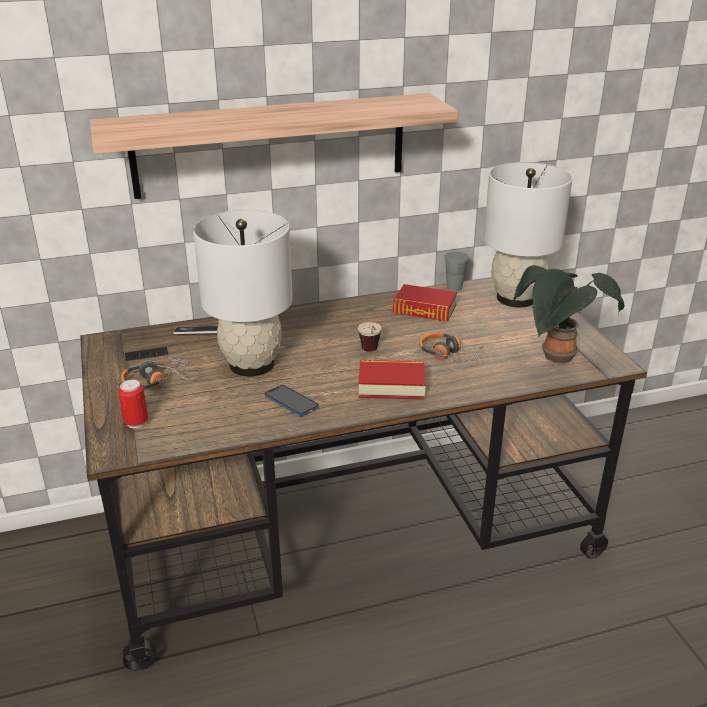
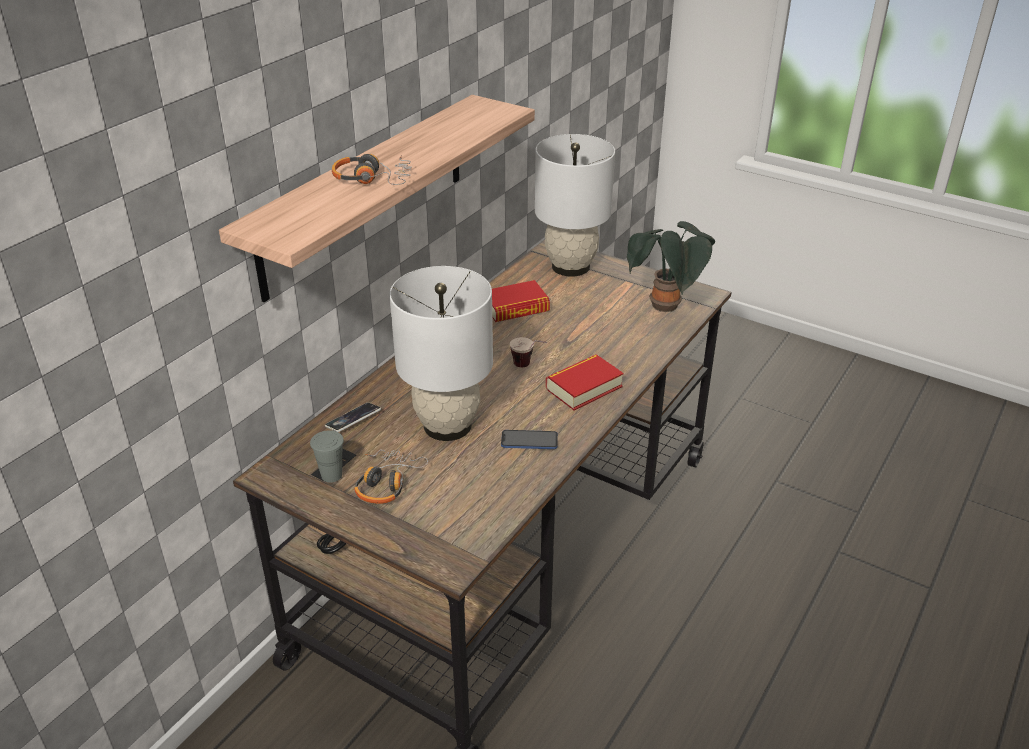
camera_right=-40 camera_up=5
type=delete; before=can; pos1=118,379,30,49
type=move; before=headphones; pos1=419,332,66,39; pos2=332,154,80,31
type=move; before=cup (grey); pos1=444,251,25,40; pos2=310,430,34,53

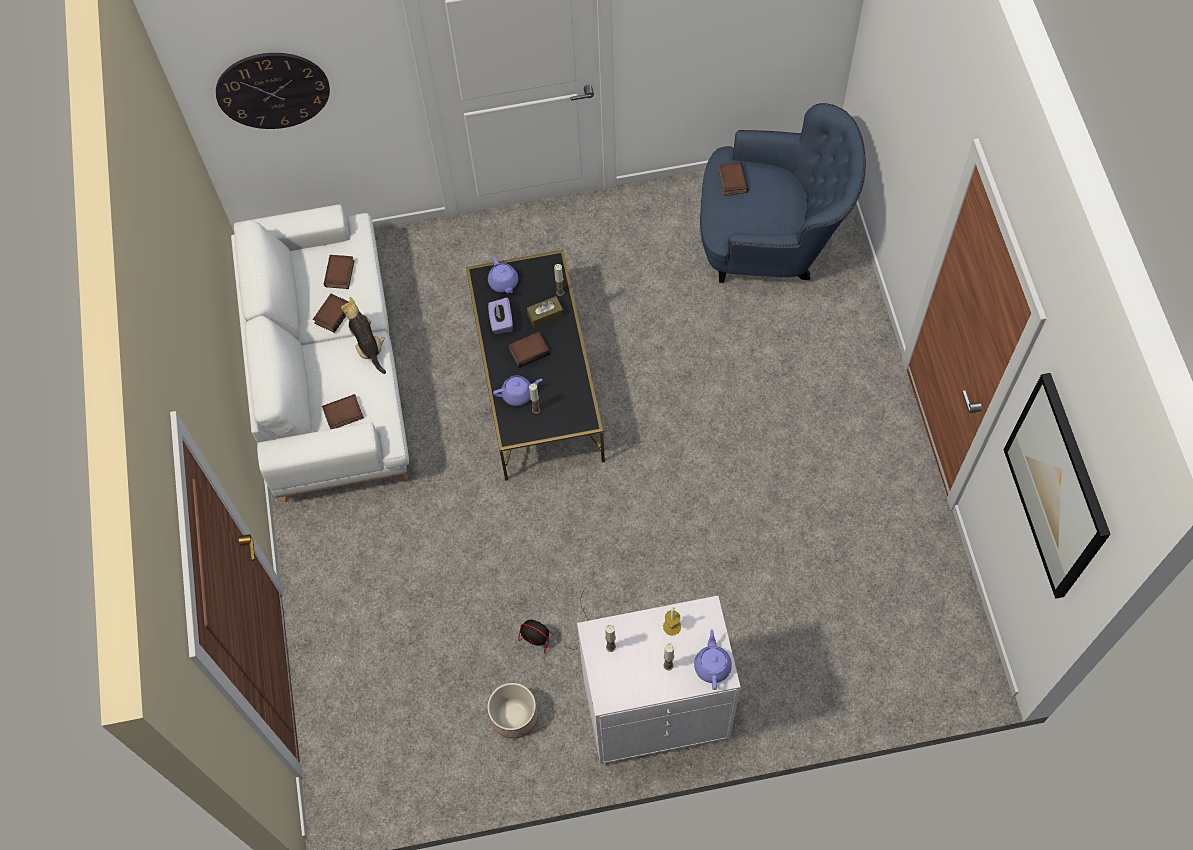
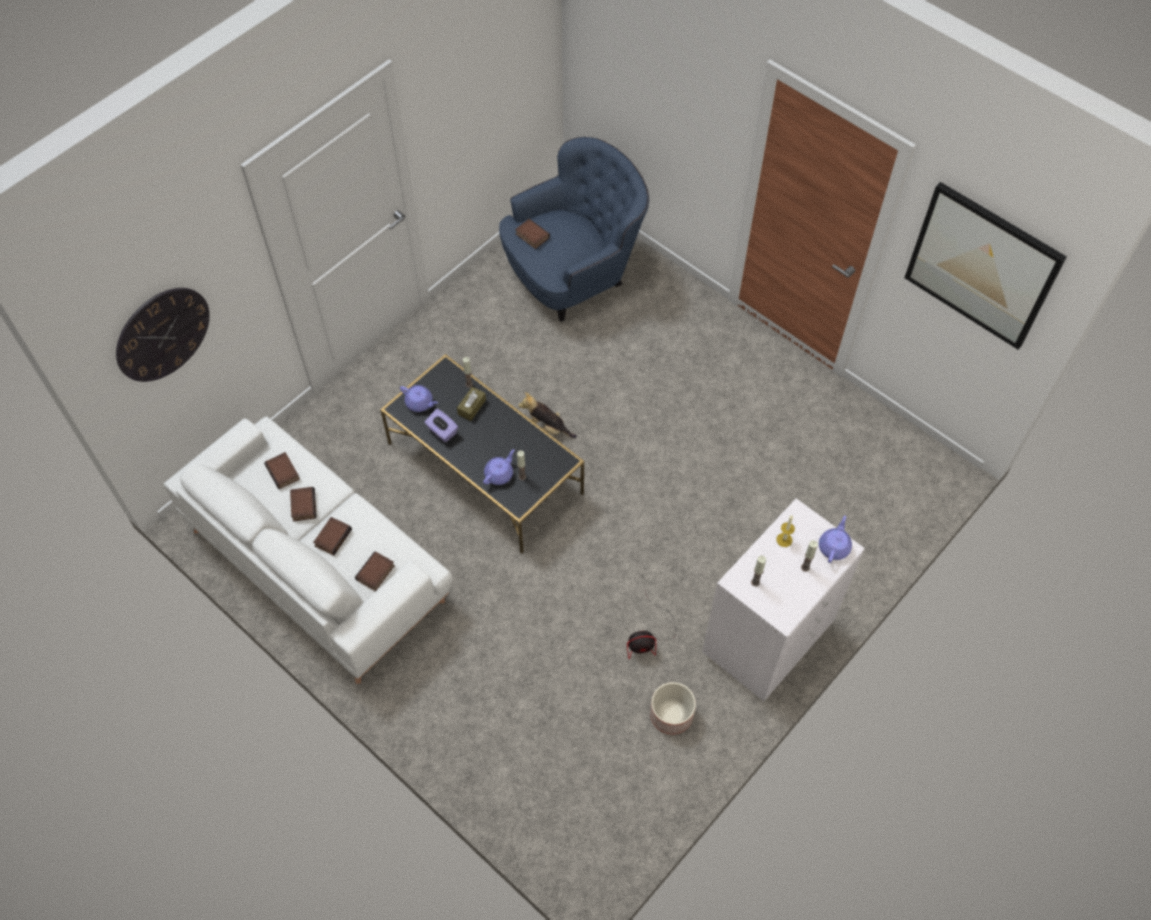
camera_right=-40 camera_up=-5
type=move; before=plush toy; pos1=341,297,45,77; pos2=518,392,59,46
type=move; before=book; pos1=508,332,42,36; pos2=313,517,39,38
type=rotate; before=teapot (purple); pos1=694,629,38,61; pos2=819,516,33,47; turn=60

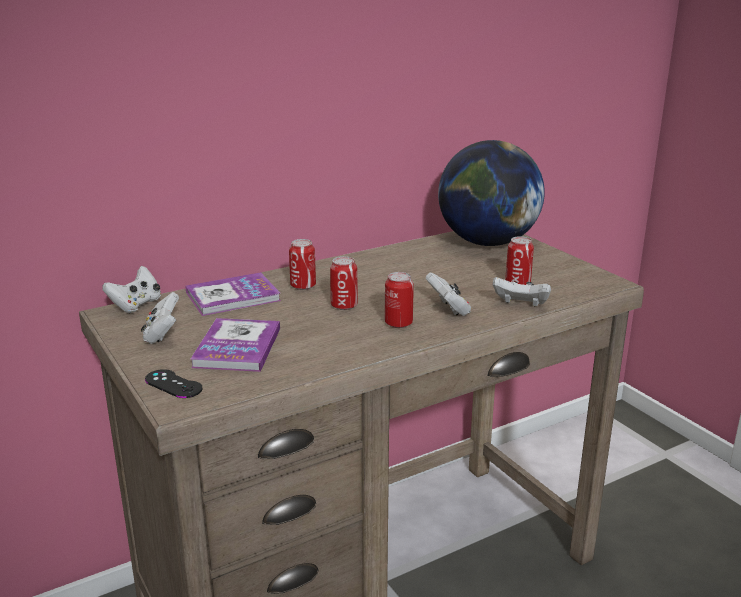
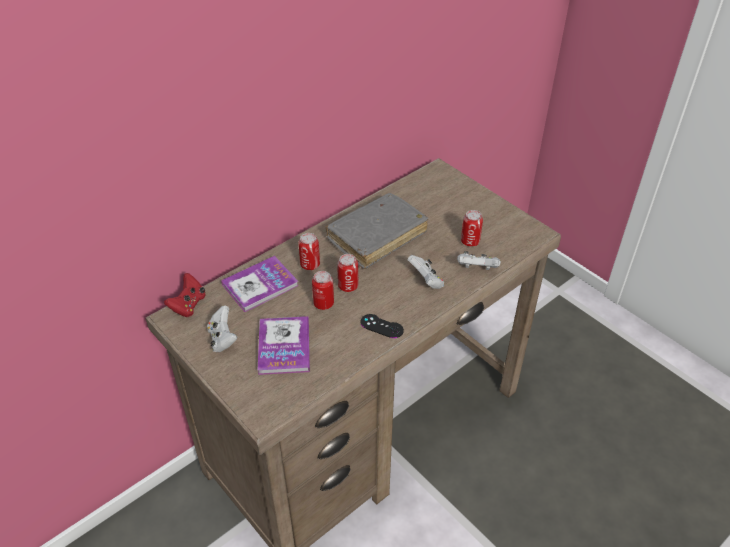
camera_right=-10 camera_up=20
type=recolor; before=game controller (white); after=game controller (red); pos1=102,266,59,47; pos2=164,273,42,44
type=move; before=game controller (black); pos1=145,369,58,29; pos2=360,314,44,24
type=move; before=can; pos1=385,272,29,56; pos2=312,271,22,39
type=delete; before=globe; pos1=438,140,107,106
type=insert; after=book (grey); pos2=326,193,102,76

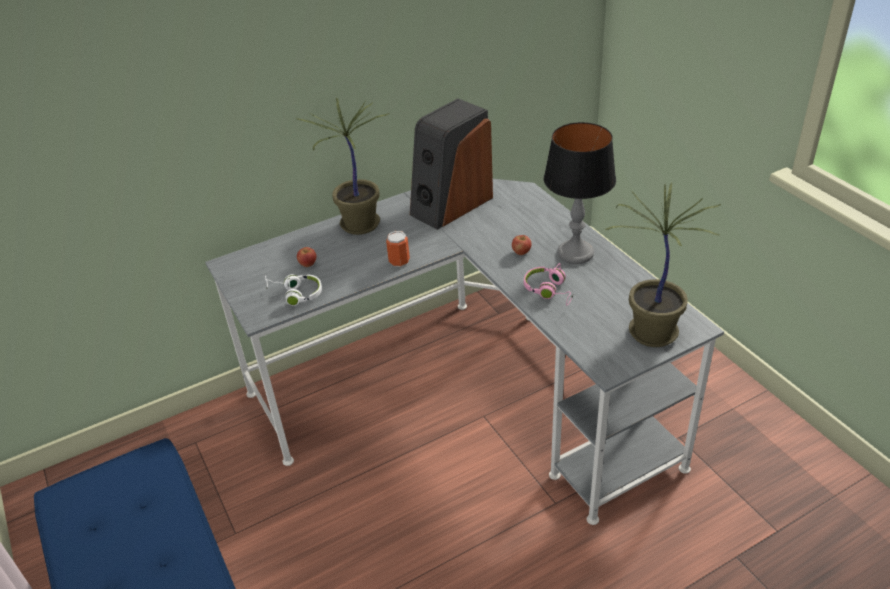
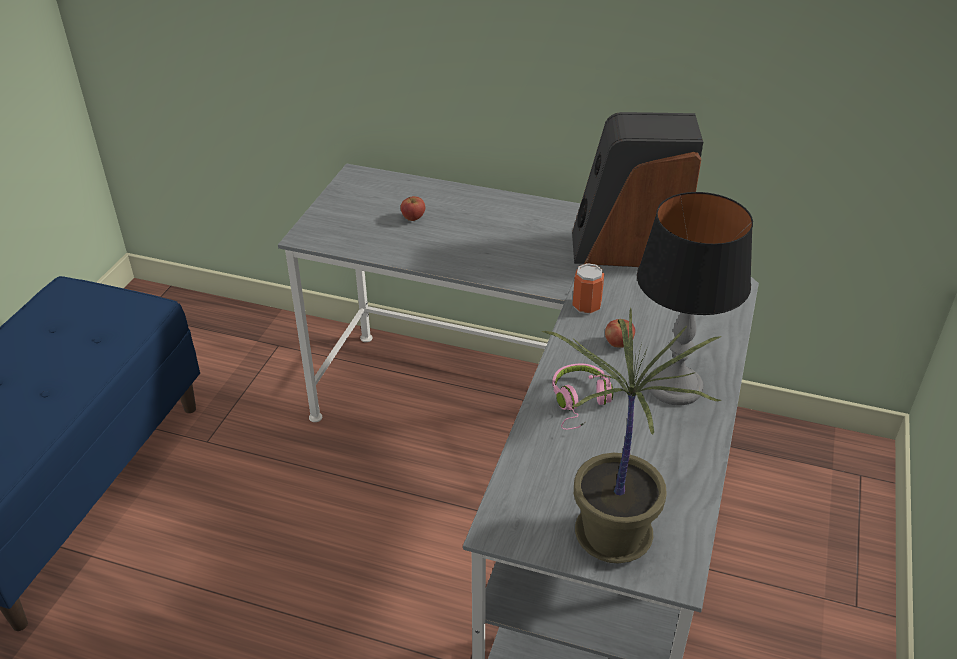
camera_right=45 camera_up=0
type=delete; before=headphones (white); pos1=265,274,57,32
type=delete; before=potted plant; pos1=295,98,95,137
type=move; before=can; pos1=386,231,24,36; pos2=572,263,32,51

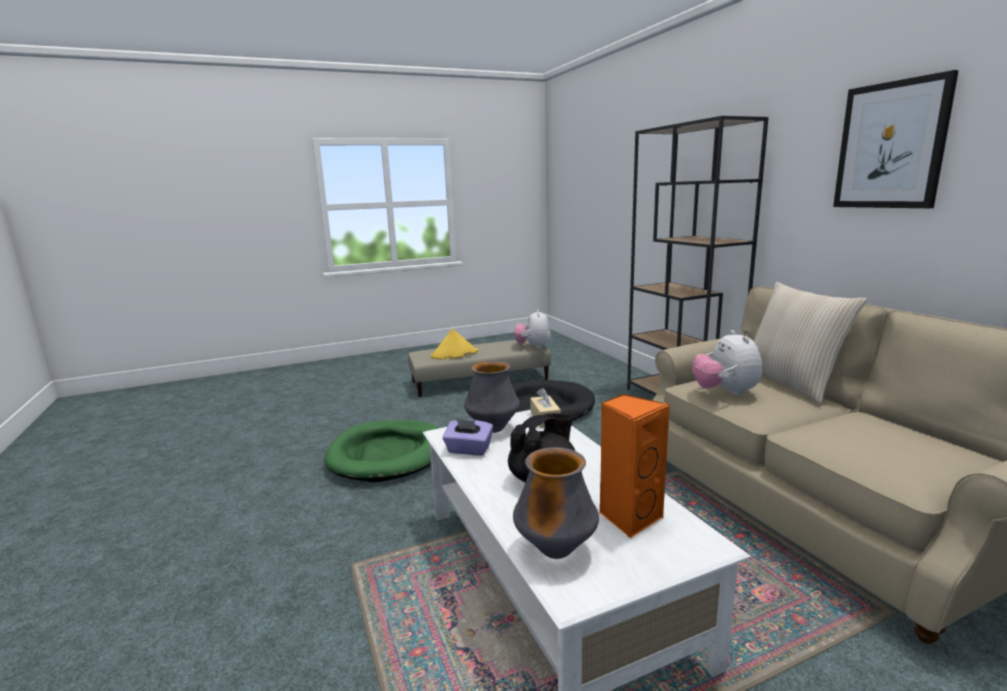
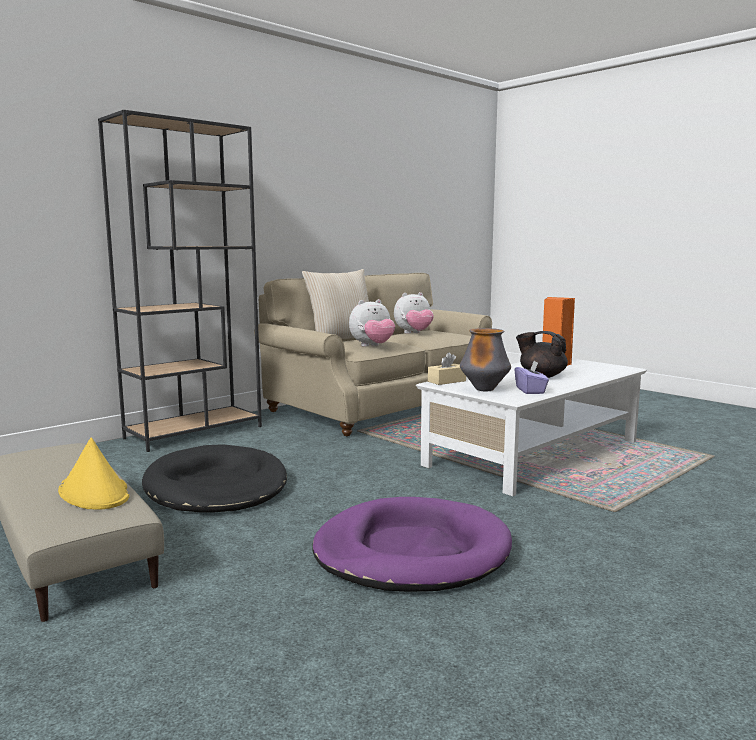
camera_right=-110 camera_up=-5
type=recolor; before=dog bed (green); after=dog bed (purple); pos1=324,420,115,62; pos2=312,497,200,95
type=delete; before=vase; pos1=513,447,86,112
type=move; before=plush toy; pos1=514,309,37,40; pos2=394,292,40,42
type=delete; before=picture; pos1=833,70,126,138

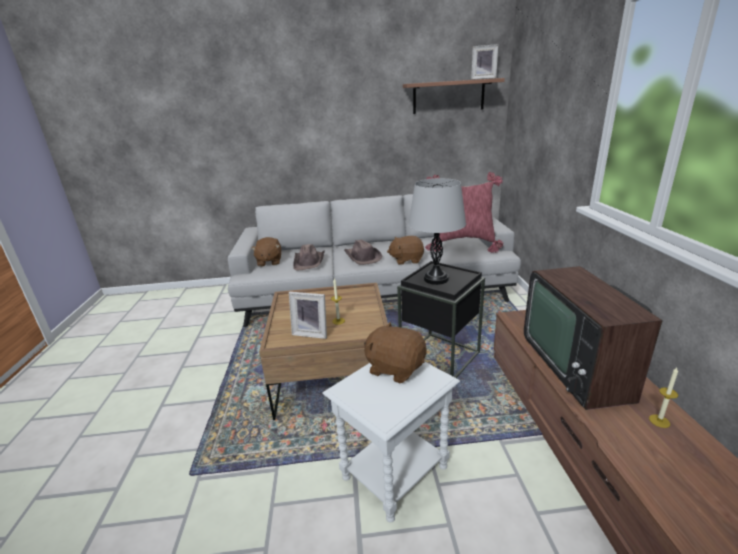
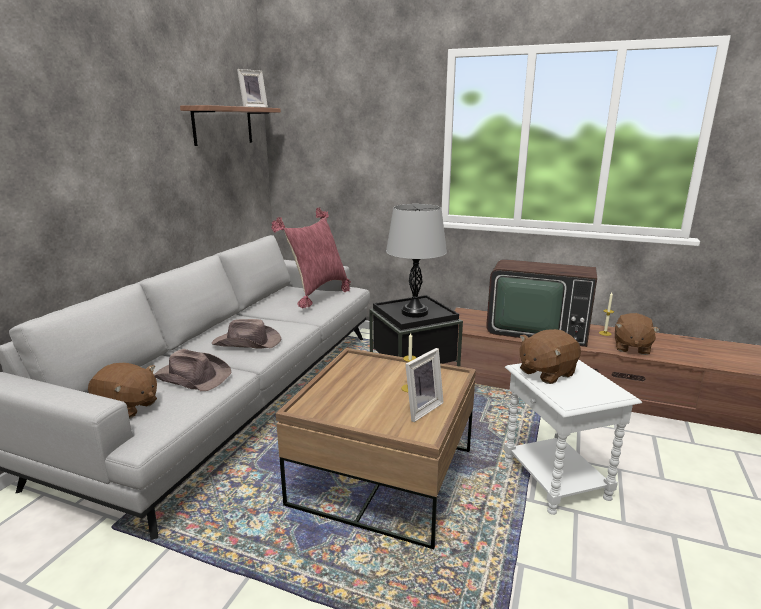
camera_right=-65 camera_up=-5
type=move; before=plush toy (brown); pos1=387,236,37,29; pos2=615,313,45,42

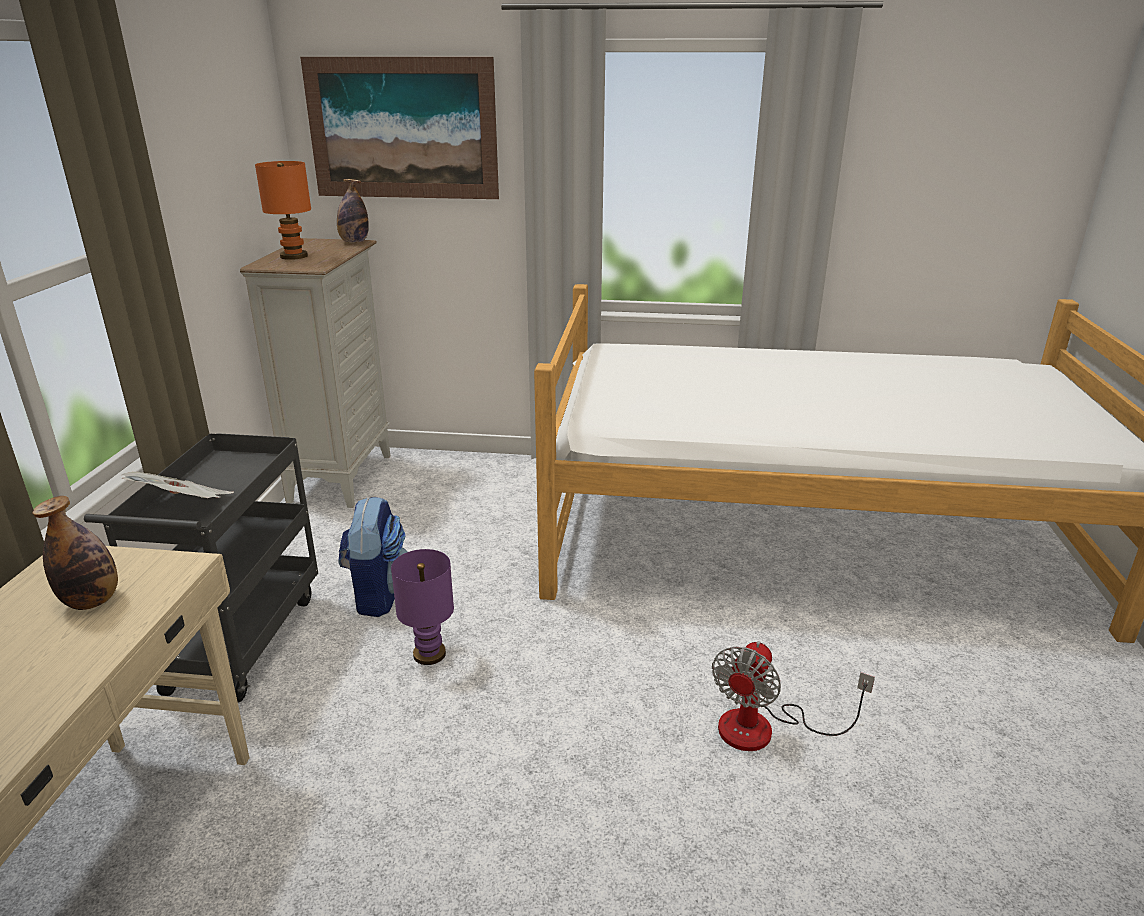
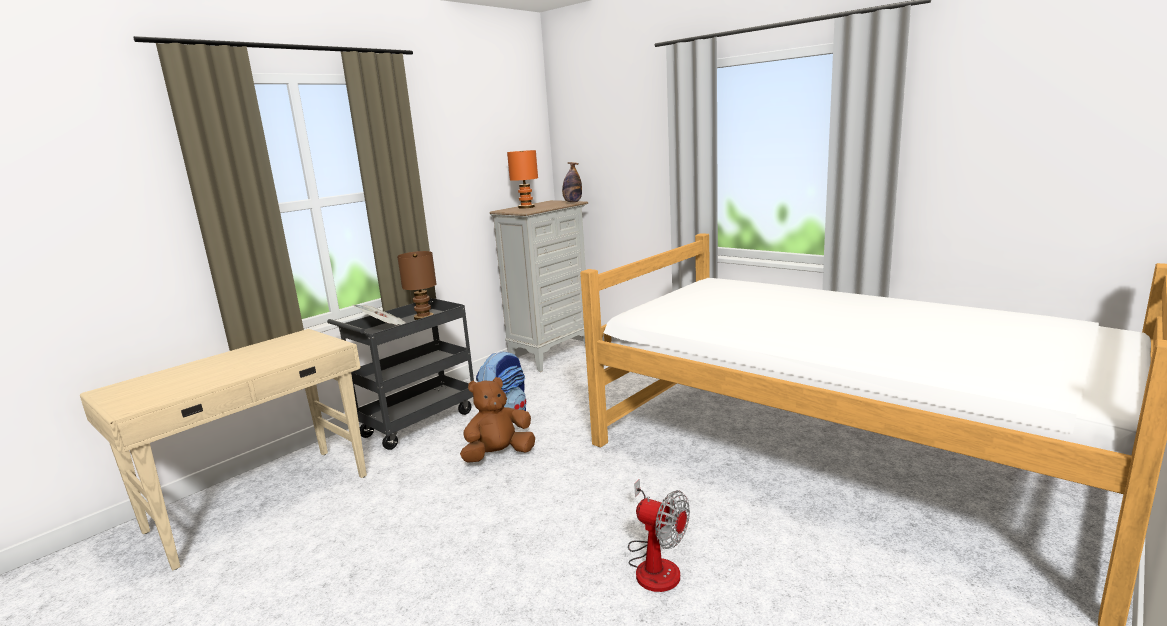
camera_right=35 camera_up=-10
type=delete; before=bottle; pos1=32,496,86,114
type=delete; before=picture; pos1=300,57,199,142
type=replace; before=table lamp (purple); after=plush toy (brown); pos1=391,549,63,116; pos2=460,377,75,86
type=rotate; before=fan; pos1=712,641,163,110; pos2=628,479,62,113; turn=-120
type=insert; after=table lamp (brown); pos2=397,251,40,69

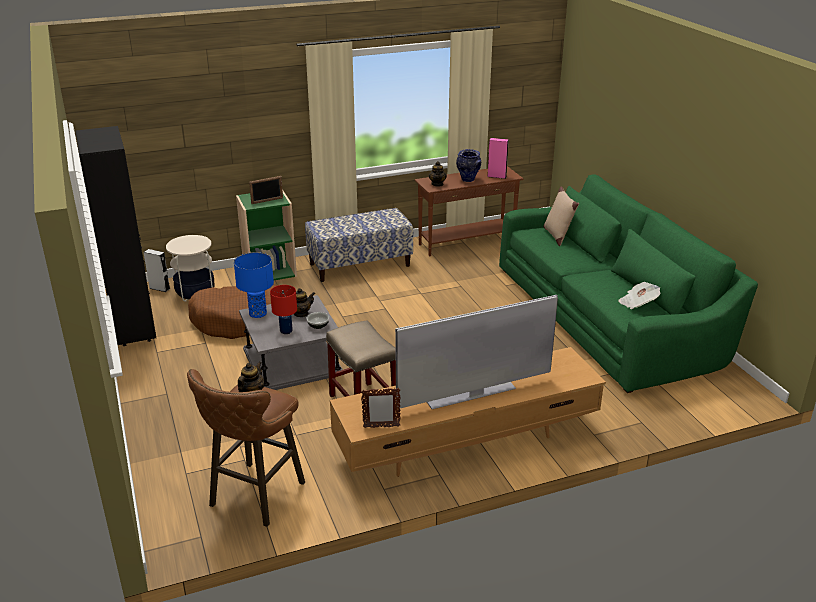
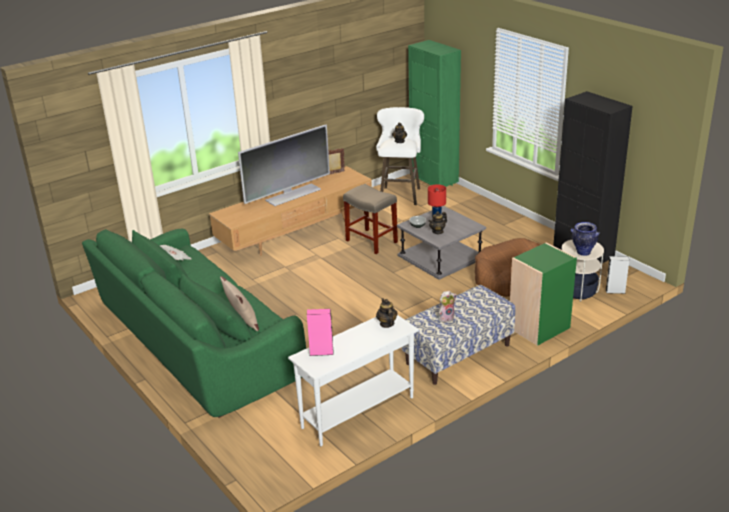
camera_right=165 camera_up=0
type=recolor; before=stool (brown); after=stool (white); pos1=187,369,118,158; pos2=376,107,48,98
type=delete; before=table lamp (blue); pos1=234,252,40,66
type=delete; before=picture frame; pos1=249,176,34,28
type=recolor; before=console table (brown); after=console table (white); pos1=415,166,108,91; pos2=288,315,131,132
type=move; before=vase; pos1=456,149,25,33; pos2=571,222,29,34
type=insert; after=cabinet (green); pos2=408,40,53,147
type=insert; after=plush toy; pos2=438,291,19,32

